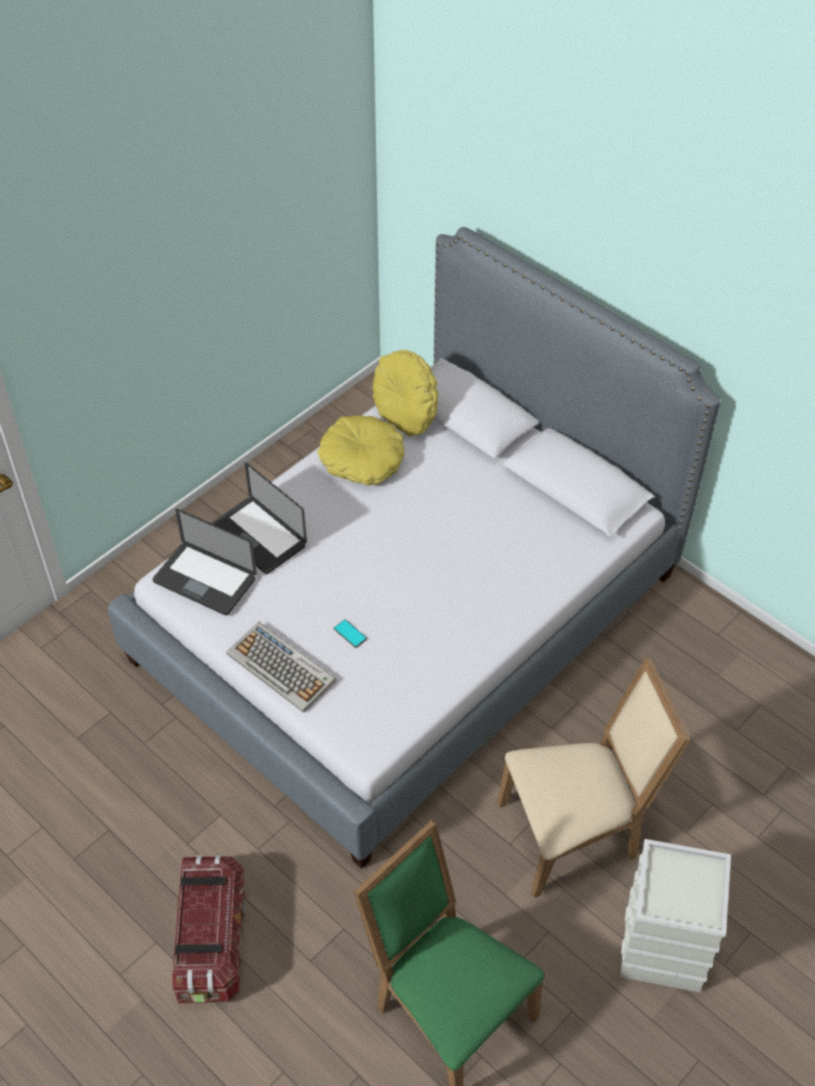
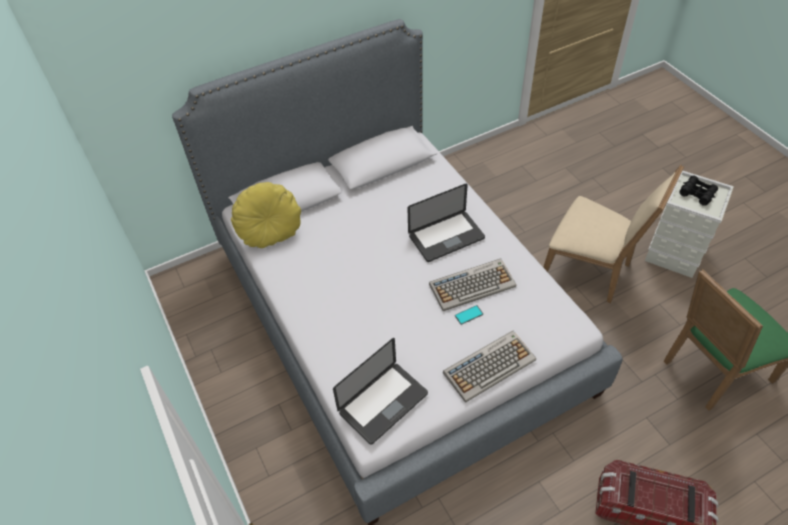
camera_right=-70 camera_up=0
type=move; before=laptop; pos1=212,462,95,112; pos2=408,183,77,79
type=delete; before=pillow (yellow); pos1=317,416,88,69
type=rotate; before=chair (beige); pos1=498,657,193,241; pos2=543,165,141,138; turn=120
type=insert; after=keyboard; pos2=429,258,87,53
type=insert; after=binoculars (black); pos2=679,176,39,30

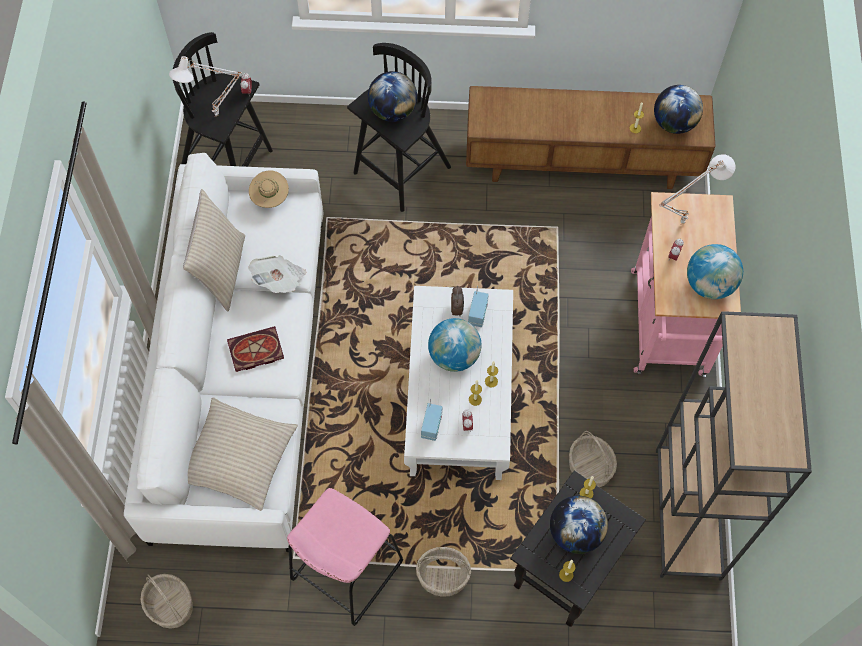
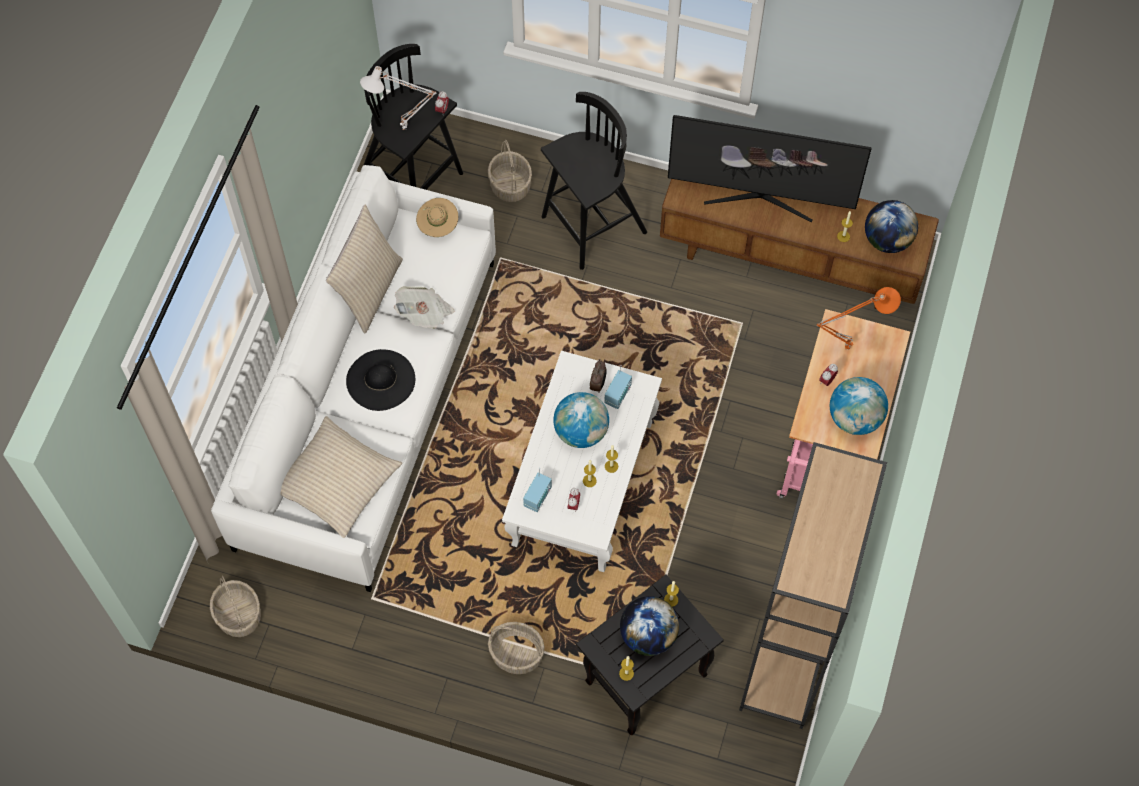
camera_right=15 camera_up=0
type=replace; before=book; after=hat (black); pos1=227,326,57,46; pos2=346,349,69,62
type=delete; before=stool (pink); pos1=287,488,116,138
type=delete; before=globe; pos1=368,71,49,51
type=move; before=basket; pos1=569,431,48,56; pos2=488,140,44,62
type=recolor; before=table lamp (white); after=table lamp (orange); pos1=659,154,77,70; pos2=816,287,85,63
type=insert; after=television; pos2=668,115,204,107

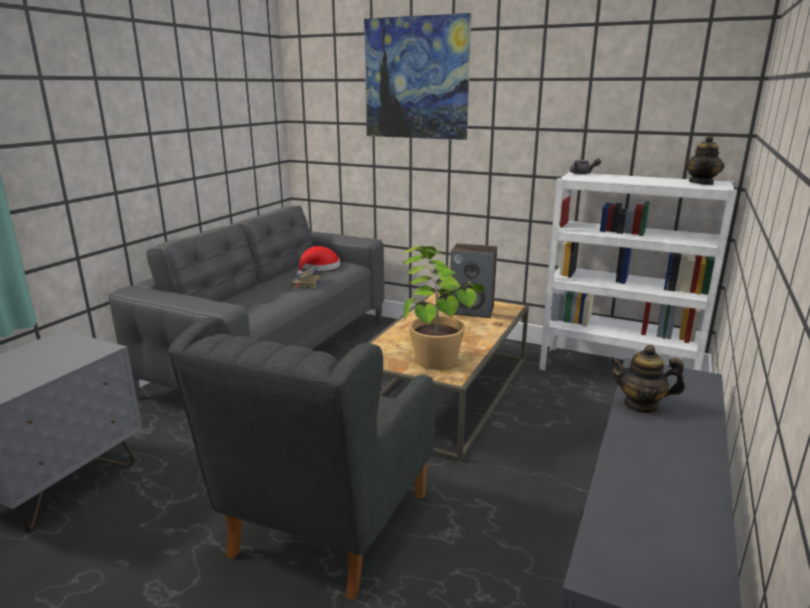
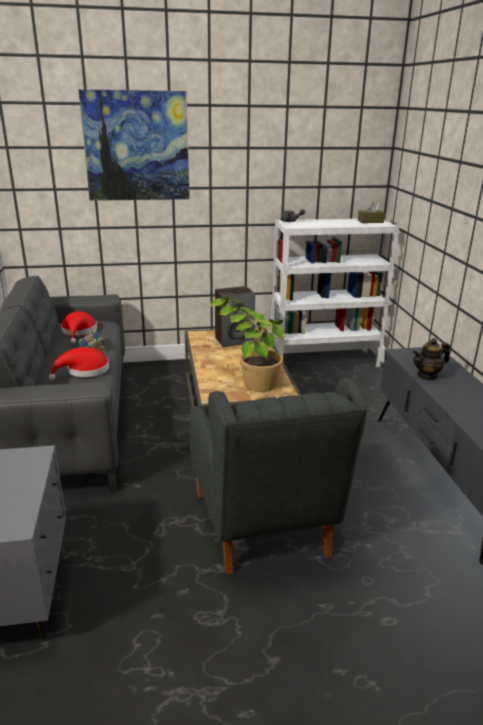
camera_right=-35 camera_up=5
type=replace; before=teapot; after=tissue box (brown); pos1=685,135,39,50; pos2=358,201,27,22
type=insert; after=hat (red); pos2=49,347,60,33

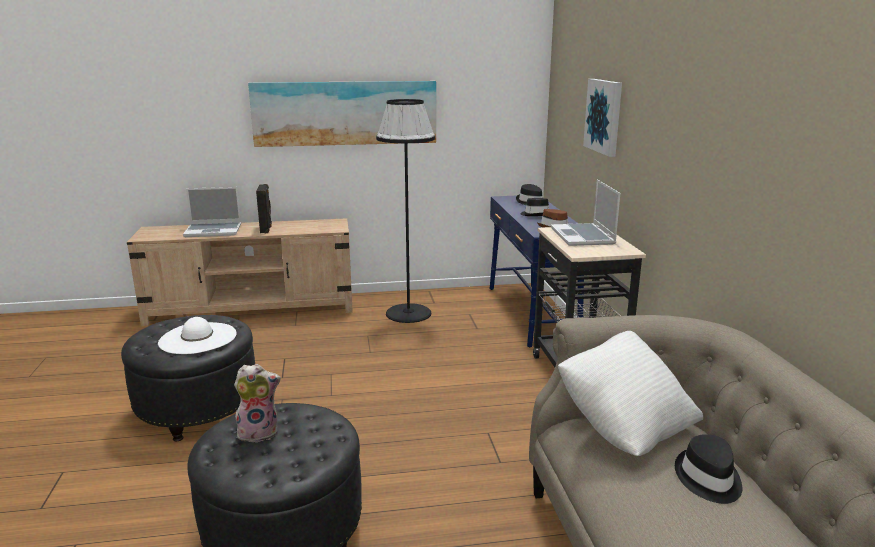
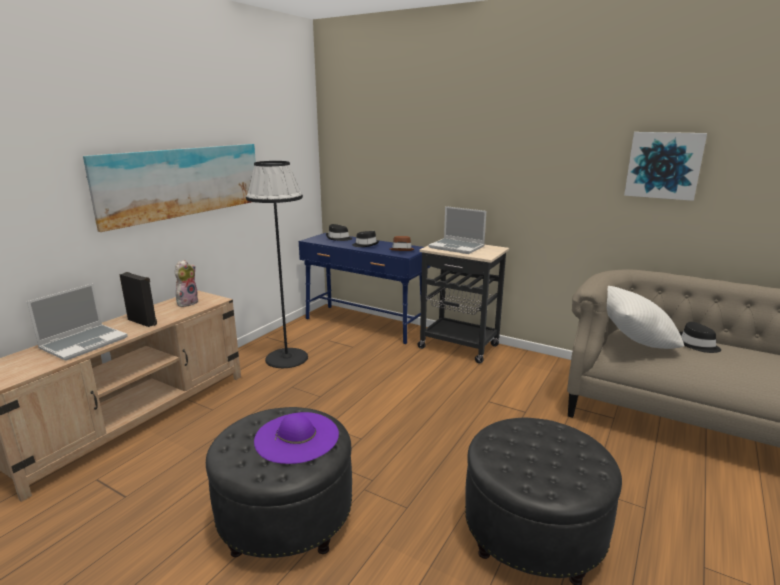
camera_right=-50 camera_up=0
type=recolor; before=hat (white); after=hat (purple); pos1=158,317,79,37; pos2=254,412,85,52
type=move; before=plush toy; pos1=234,364,47,79; pos2=175,260,23,47
type=move; before=picture; pos1=583,79,39,78; pos2=624,132,83,69

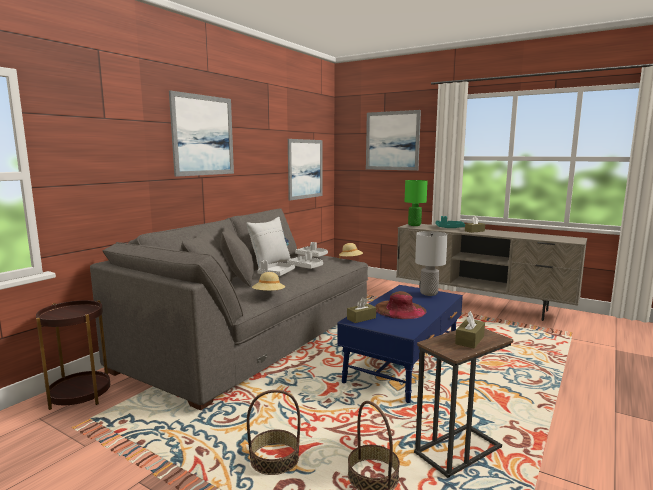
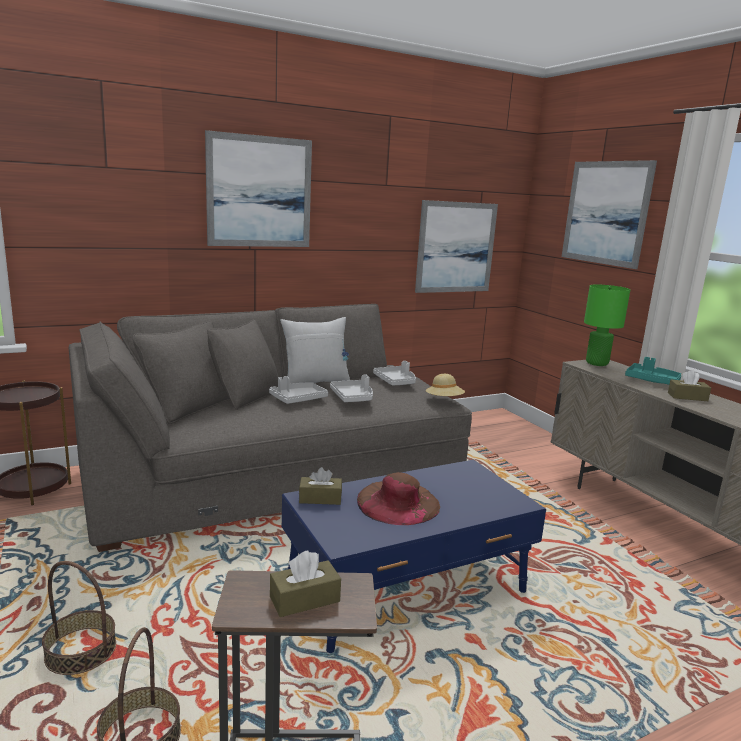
camera_right=30 camera_up=5
type=delete; before=hat (beige); pos1=252,272,33,19
type=delete; before=table lamp (grey); pos1=415,231,33,65

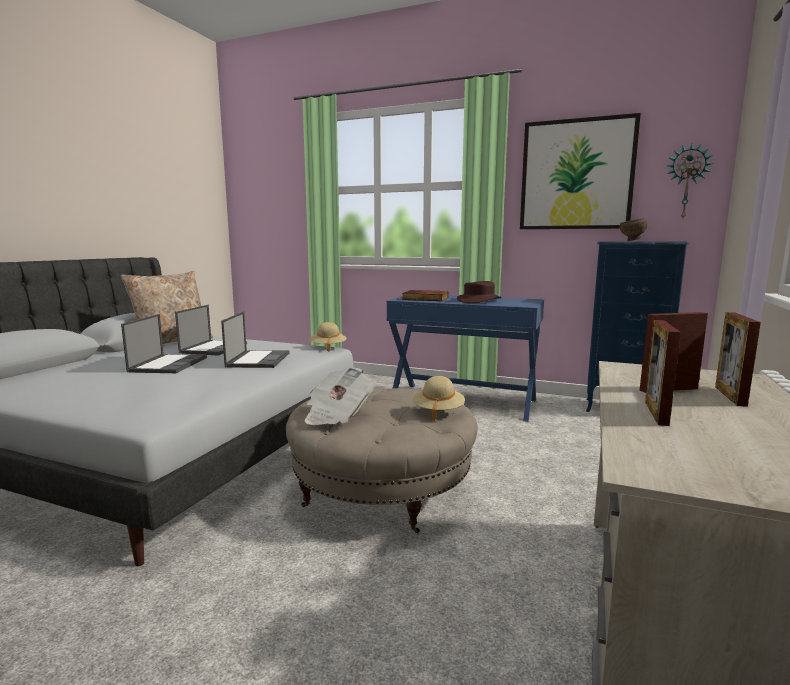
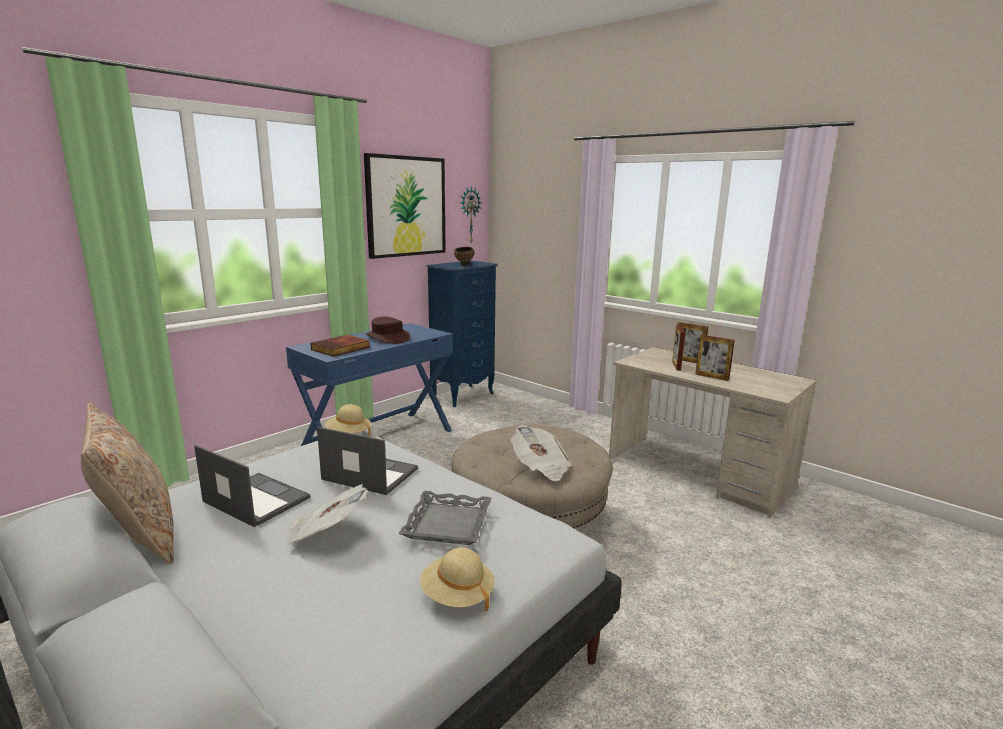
camera_right=-70 camera_up=5
type=replace; before=laptop; after=newspaper; pos1=121,314,86,60; pos2=287,484,80,61
type=move; before=hat (beige); pos1=413,376,52,45; pos2=420,547,75,65
type=insert; after=tray (grey); pos2=399,491,93,54

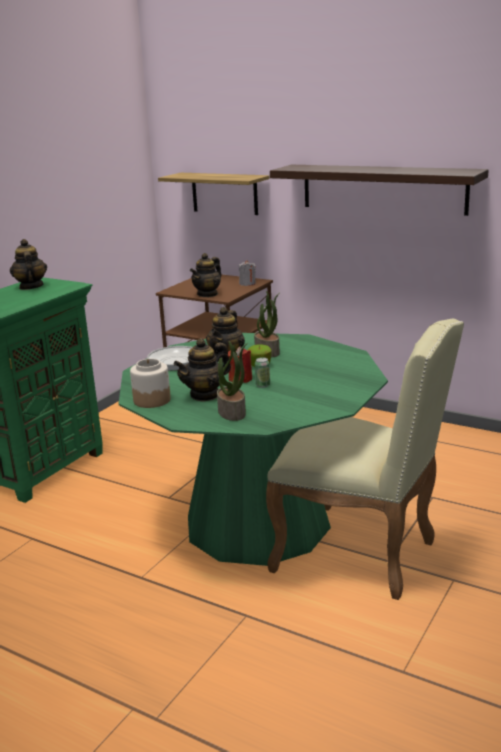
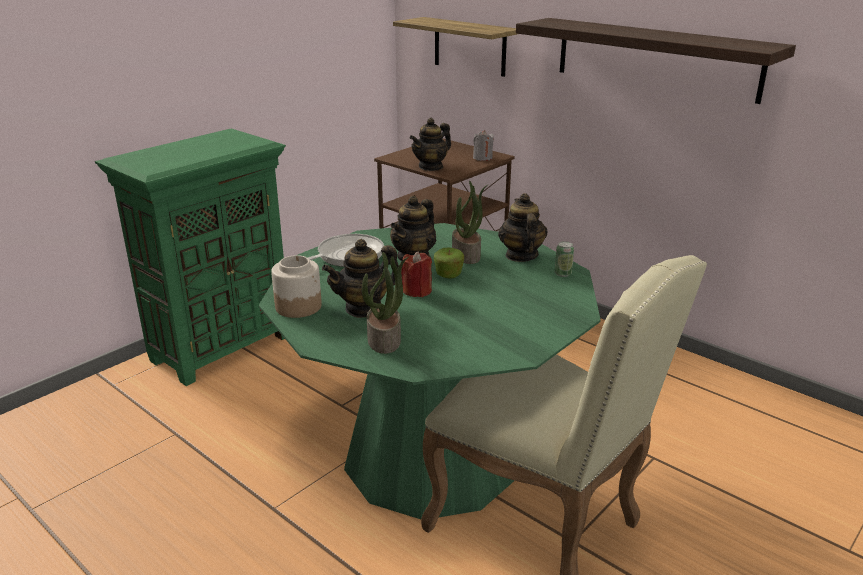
camera_right=10 camera_up=5
type=move; before=teapot; pos1=10,239,37,51; pos2=498,193,49,69
type=move; before=can; pos1=255,357,15,31; pos2=555,241,19,36

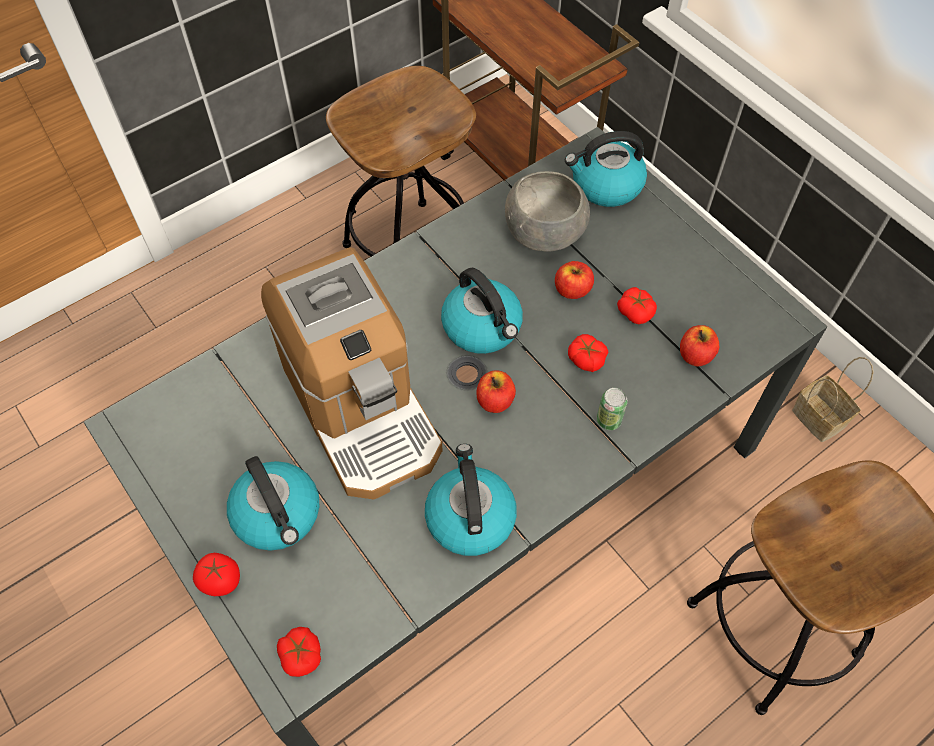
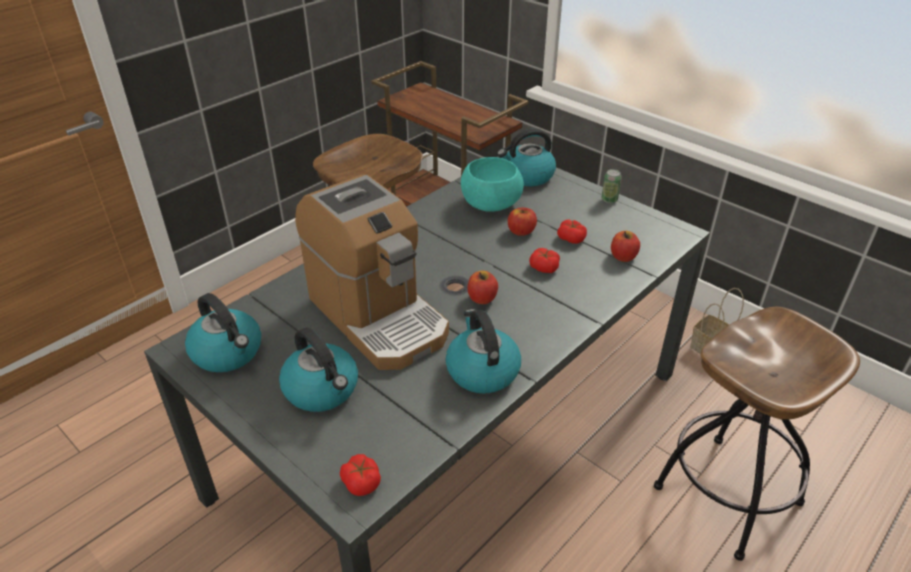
camera_right=-10 camera_up=-20
type=delete; before=tomato; pos1=193,553,47,43
type=move; before=kettle; pos1=441,267,82,87; pos2=185,293,76,79
type=recolor; before=bowl (grey); after=bowl (turquoise); pos1=505,171,85,81; pos2=461,157,63,55
type=move; before=can; pos1=597,388,31,42; pos2=601,169,21,34

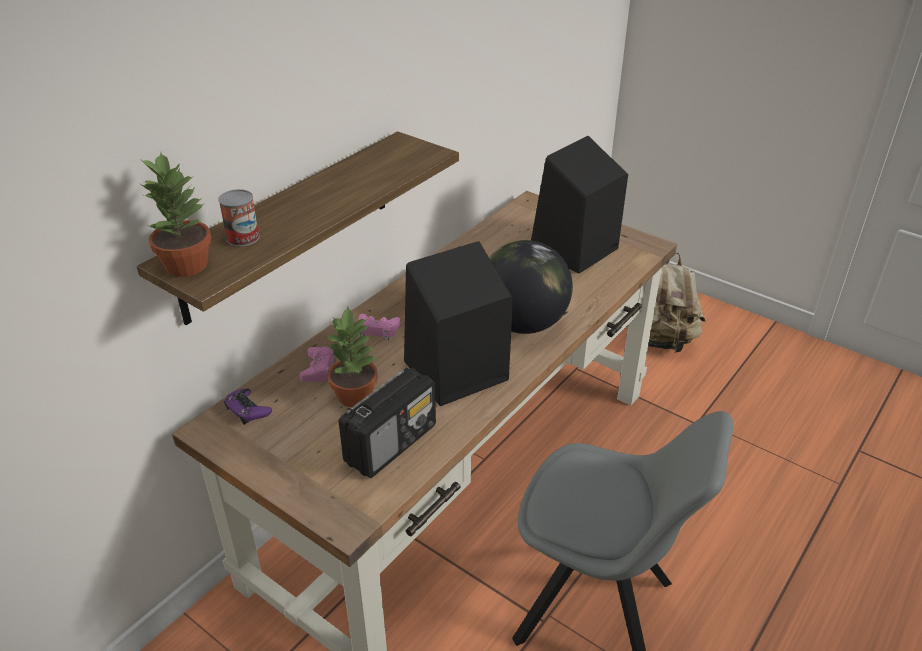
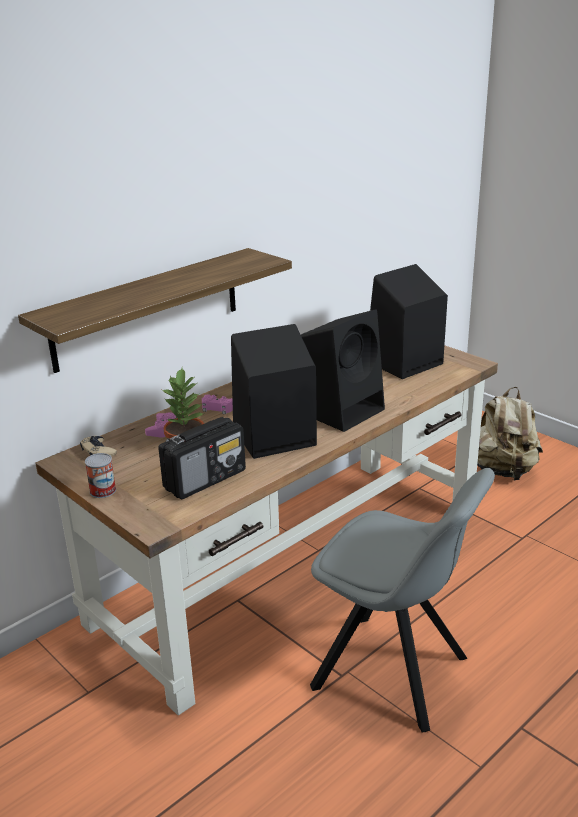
camera_right=10 camera_up=-10
type=delete; before=potted plant; pos1=140,153,71,124
type=move; before=can; pos1=218,189,42,57; pos2=85,453,31,45
type=recolor; before=game controller (purple); after=game controller (beige); pos1=224,388,48,37; pos2=80,436,37,20
type=replace; before=globe; after=speaker (black); pos1=489,240,84,94; pos2=301,309,84,123

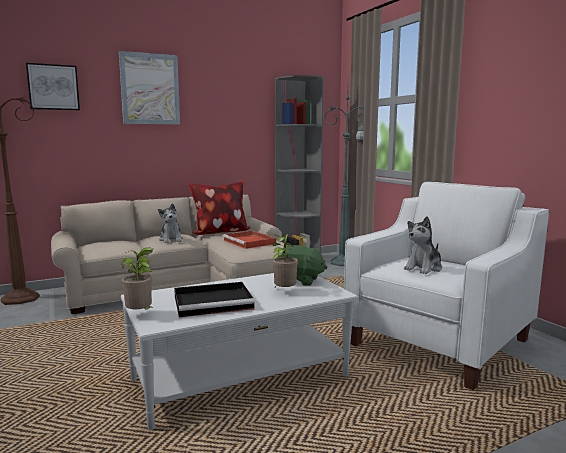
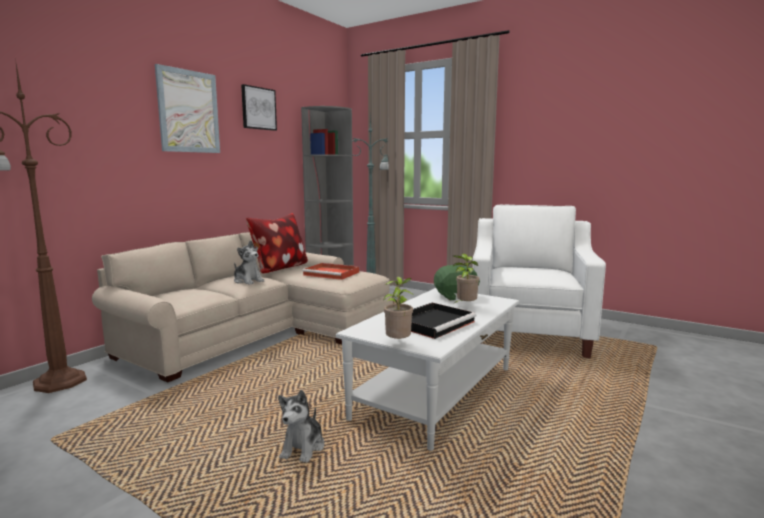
camera_right=-30 camera_up=0
type=move; before=picture; pos1=26,63,54,47; pos2=241,84,36,47
type=move; before=plush toy; pos1=404,216,38,58; pos2=278,390,46,73

